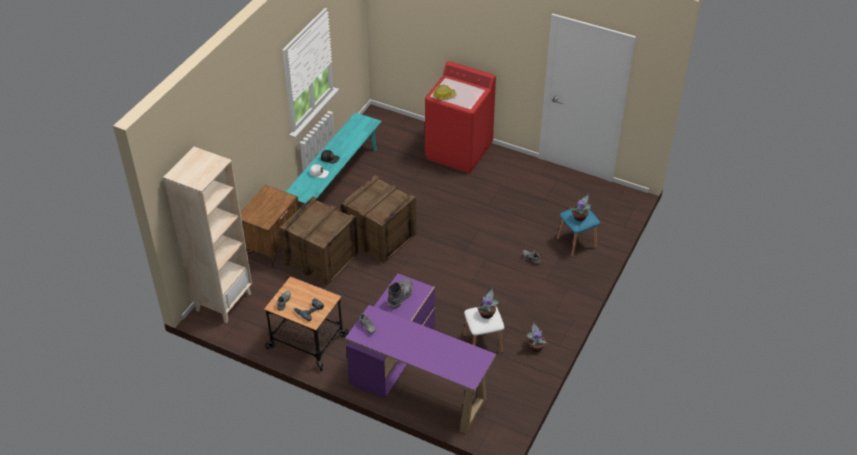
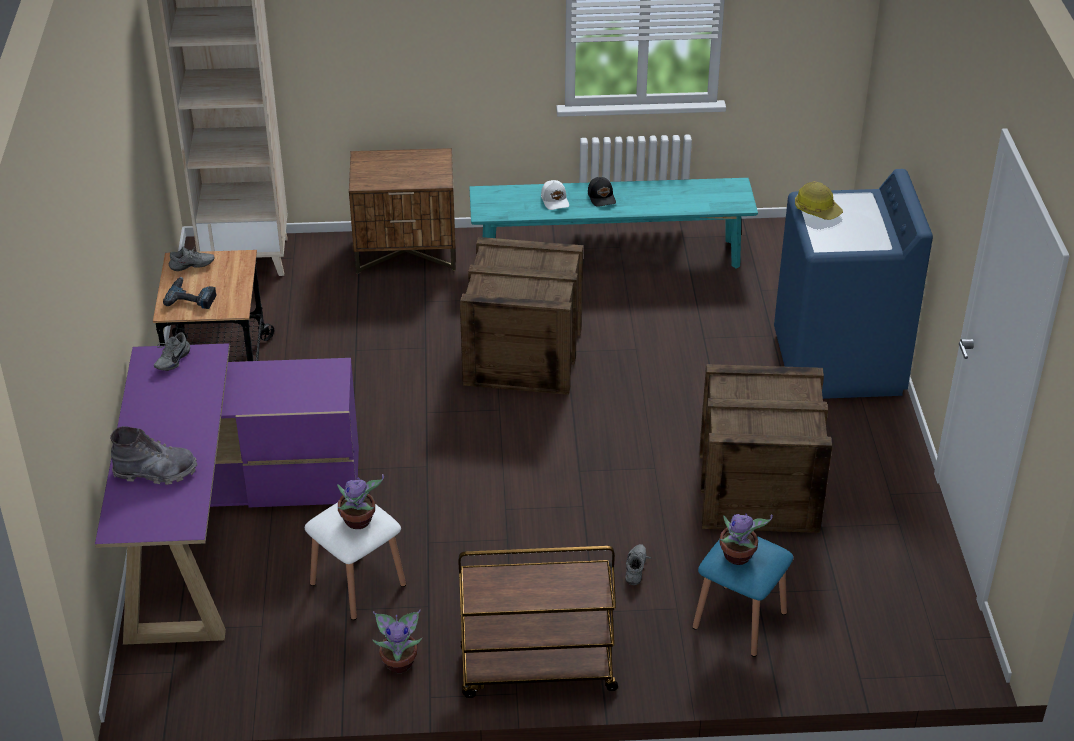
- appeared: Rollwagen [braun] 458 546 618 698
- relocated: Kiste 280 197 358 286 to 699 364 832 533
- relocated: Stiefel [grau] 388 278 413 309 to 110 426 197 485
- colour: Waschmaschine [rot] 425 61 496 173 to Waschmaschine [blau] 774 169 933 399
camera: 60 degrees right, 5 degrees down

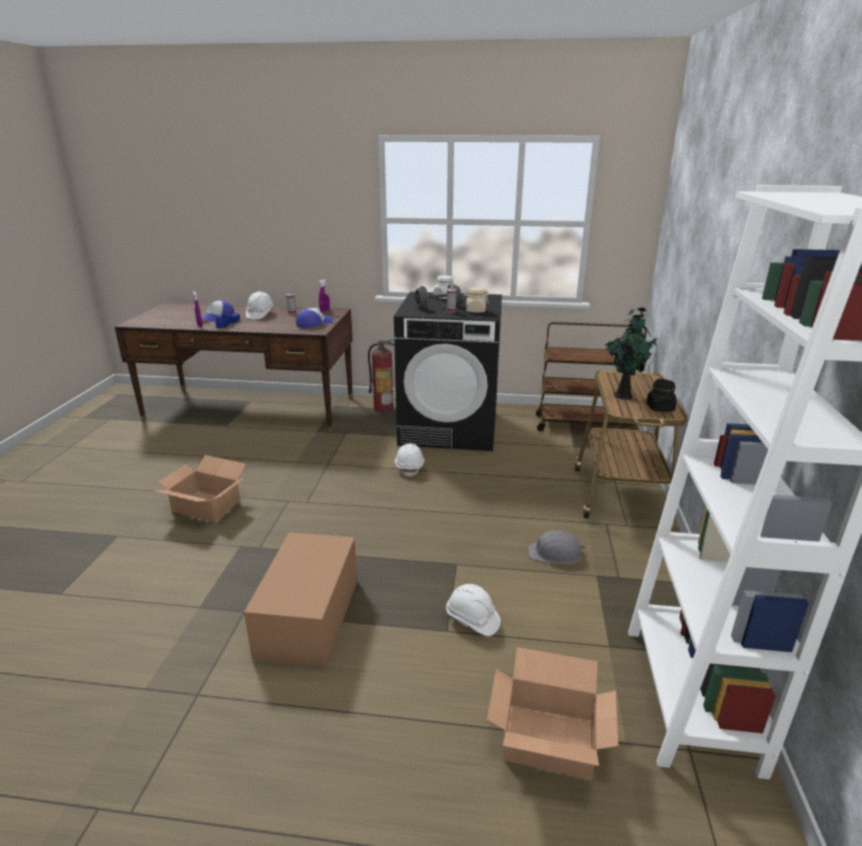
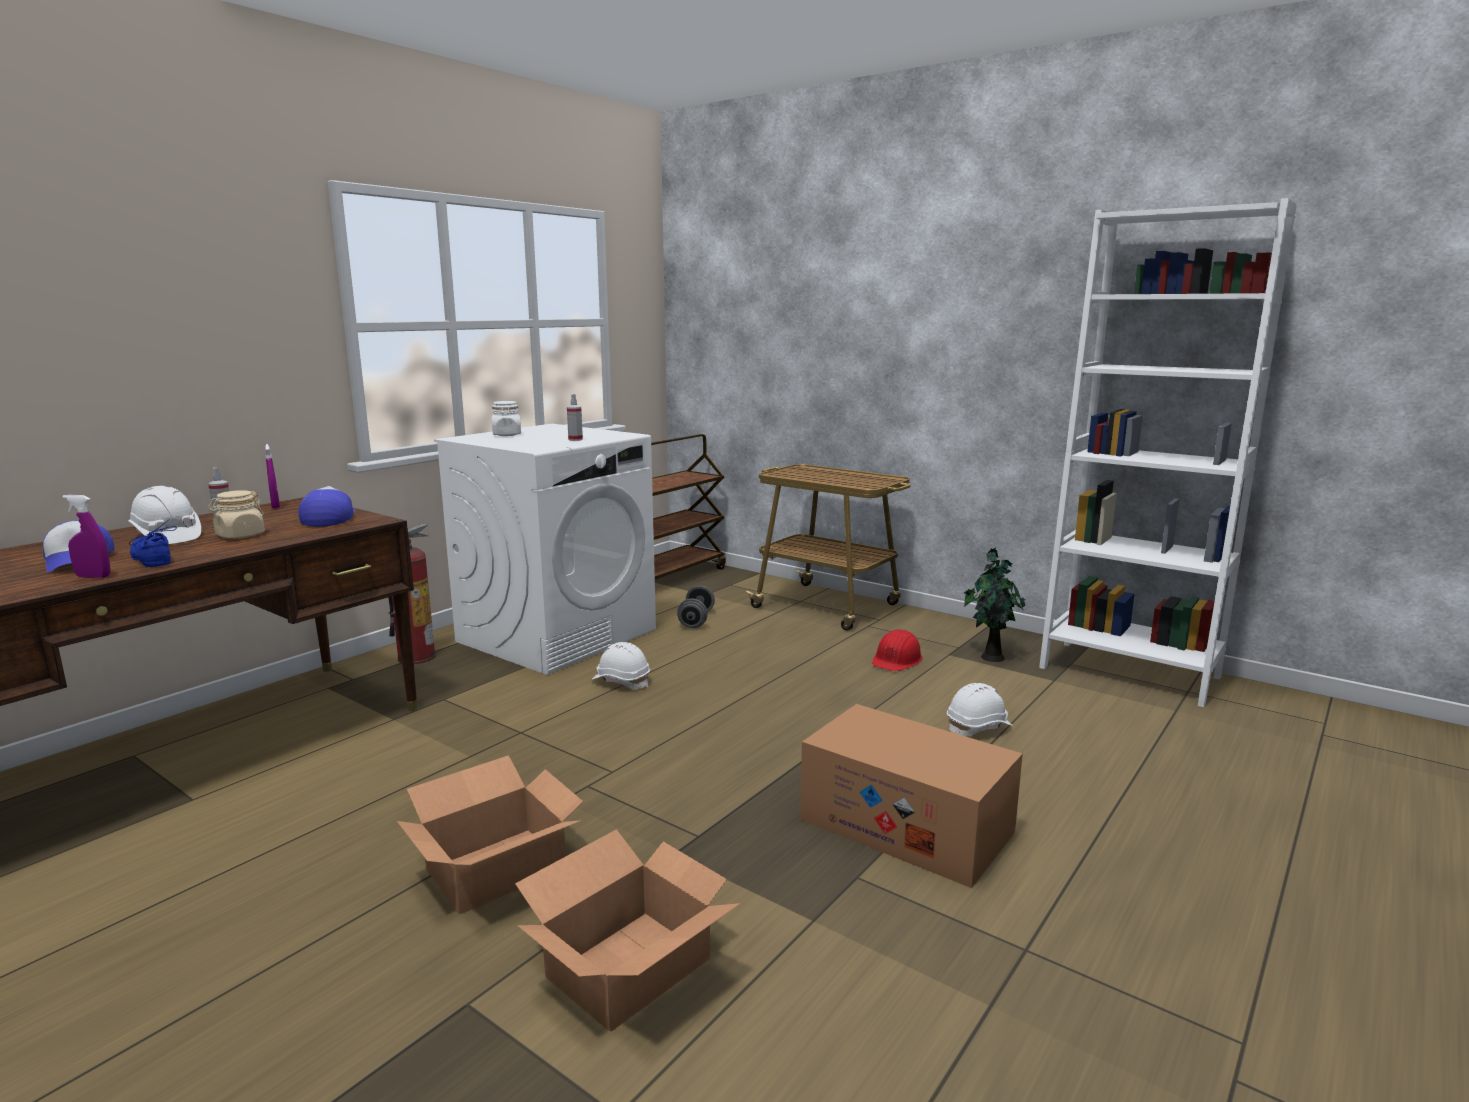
- missing: Vorratsglas [schwarz] 646 379 677 412
- relocated: Hantel [grau] 415 284 461 309 to 677 585 715 628
- relocated: Vorratsglas [beige] 464 287 489 313 to 208 490 265 539
- relocated: Karton 487 647 618 779 to 515 829 740 1032
- relocated: Topfpflanze 605 307 658 400 to 964 547 1026 662
- colour: Waschmaschine [schwarz] 394 292 502 451 to Waschmaschine [weiß] 434 424 656 675
- colour: Schutzhelm [grau] 528 530 585 565 to Schutzhelm [rot] 872 629 922 671
camera: 60 degrees left, 10 degrees down

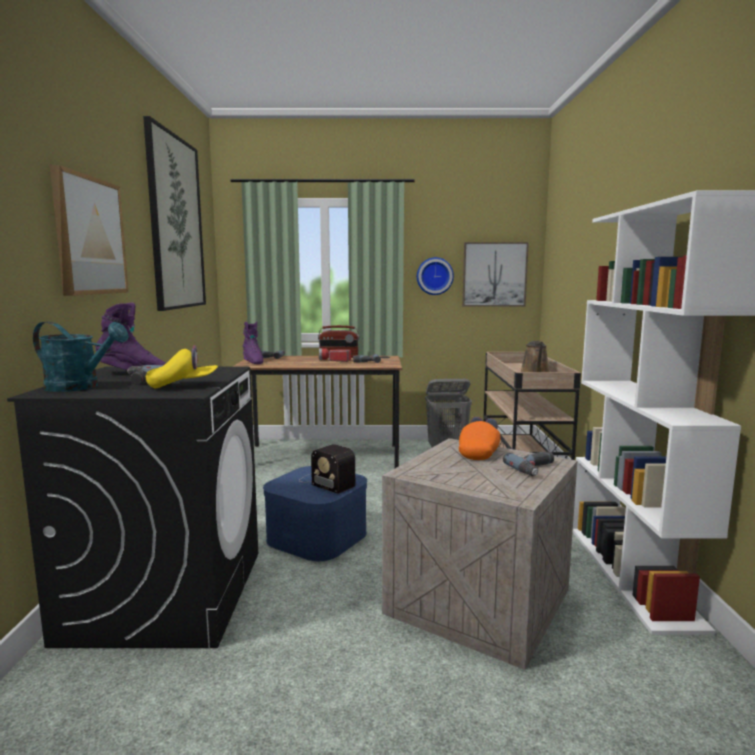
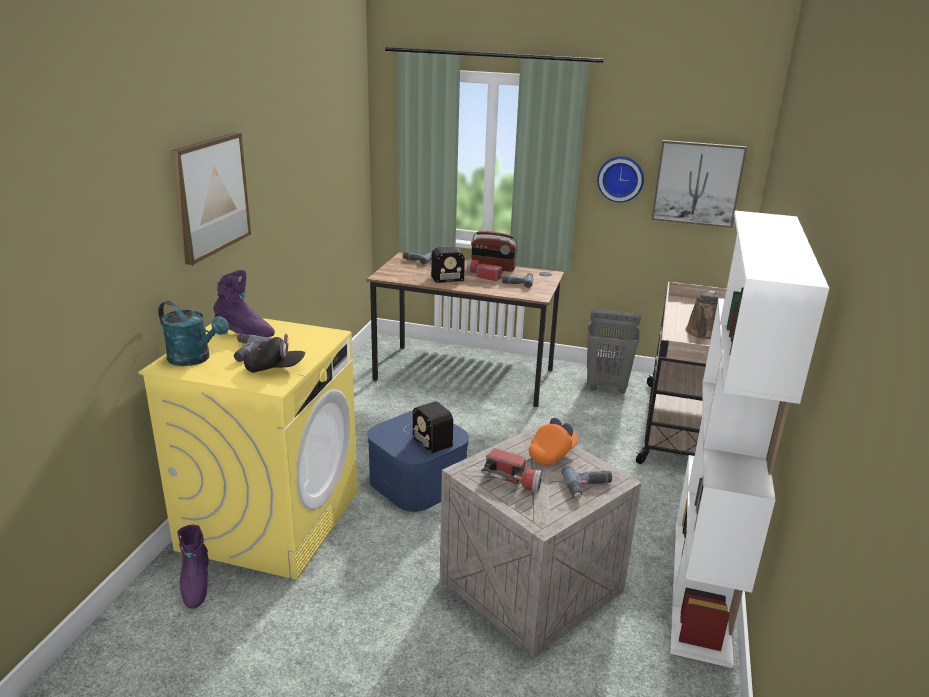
- missing: Bild 143 116 206 311
- appeared: Radio 413 246 465 284
- appeared: Taschenlampe 481 448 542 493
- relocated: Stiefel [lila] 243 322 263 364 to 177 525 209 609
- colour: Waschmaschine [schwarz] 7 366 258 648 to Waschmaschine [gelb] 138 318 358 580
- colour: Kappe [gelb] 146 345 218 389 to Kappe [schwarz] 244 334 305 373
camera: 15 degrees right, 15 degrees up

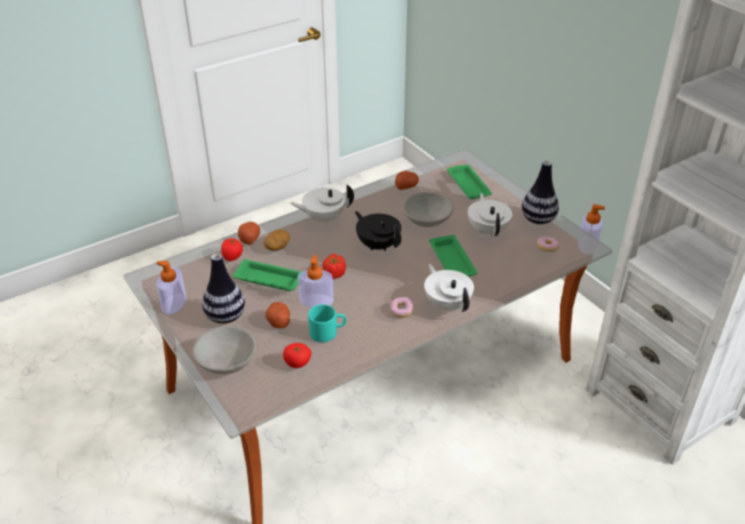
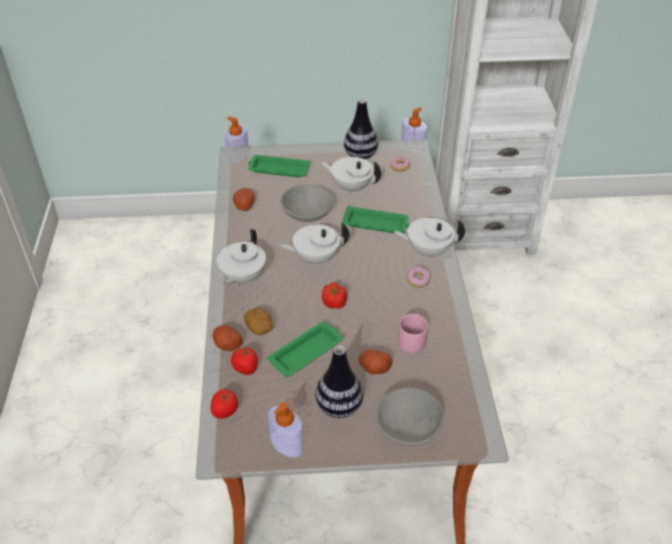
- relocated: Tomate 283 343 311 368 to 211 389 238 419
- relocated: Seifenspender 298 255 333 307 to 224 116 249 164
- colour: Henkelbecher [türkis] 308 304 347 342 to Henkelbecher [rosa] 398 313 428 353
- colour: Teekanne [schwarz] 355 211 401 251 to Teekanne [weiß] 279 223 350 266
camera: 60 degrees left, 5 degrees up

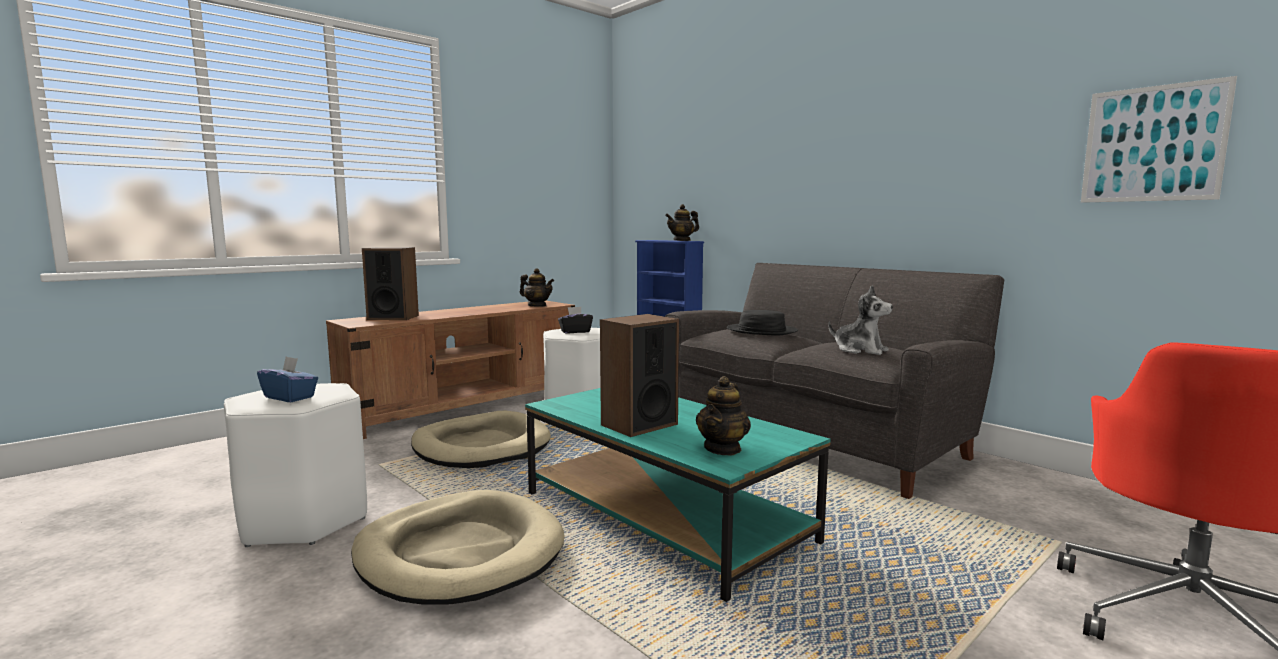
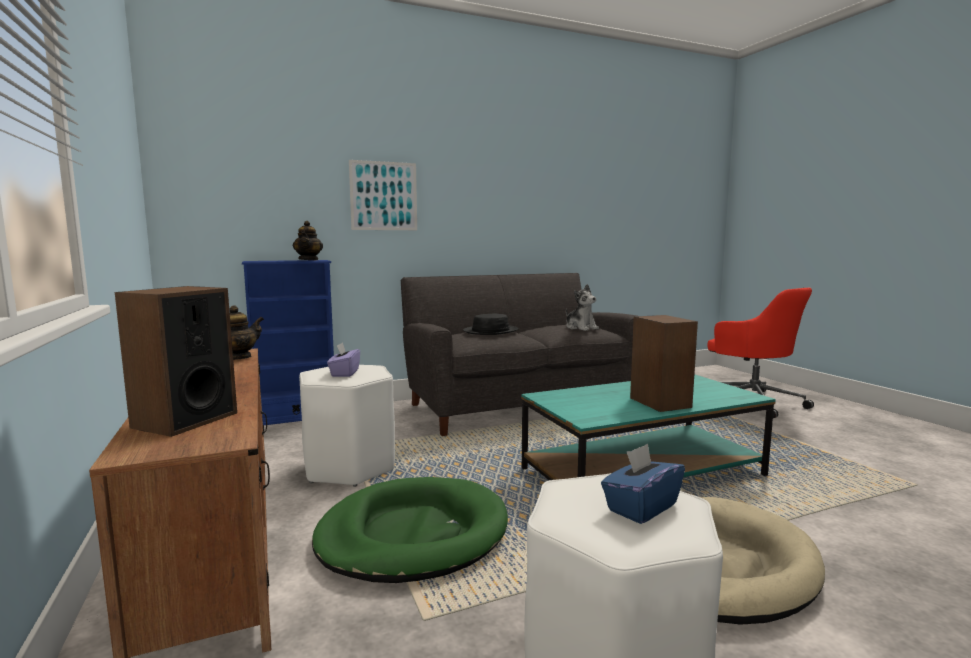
- missing: Teekanne 696 376 751 455
- relocated: Bild 1081 76 1237 203 to 349 160 417 230
- colour: Hundebett [beige] 411 411 551 468 to Hundebett [grün] 312 477 508 583
- colour: Taschentuchbox [schwarz] 558 307 593 333 to Taschentuchbox [lila] 327 342 360 377
- spun: Plüschtier 828 285 893 355 = 566 284 599 331 90 degrees clockwise
camera: 70 degrees left, 0 degrees up

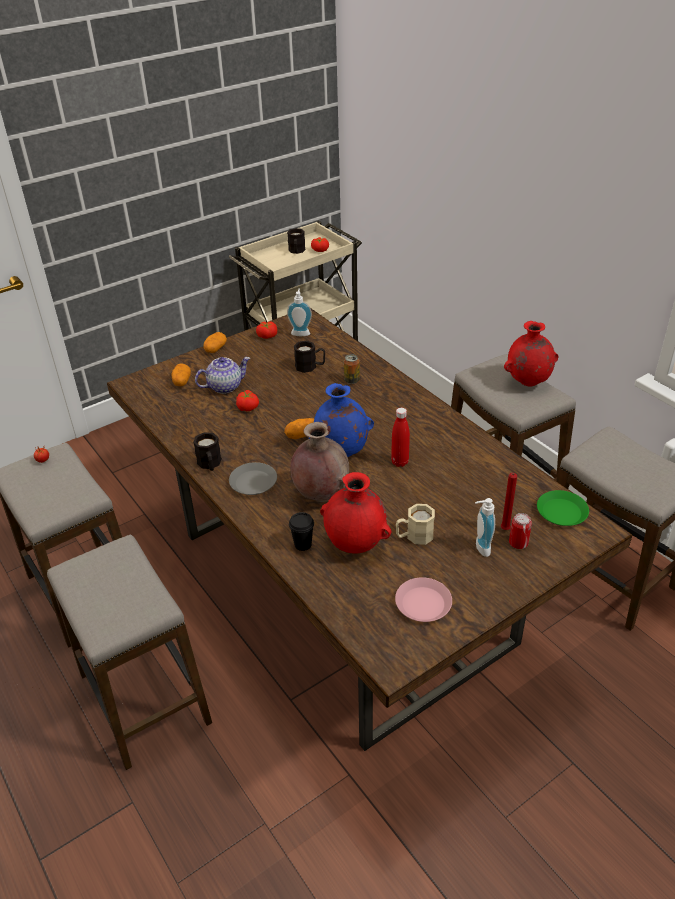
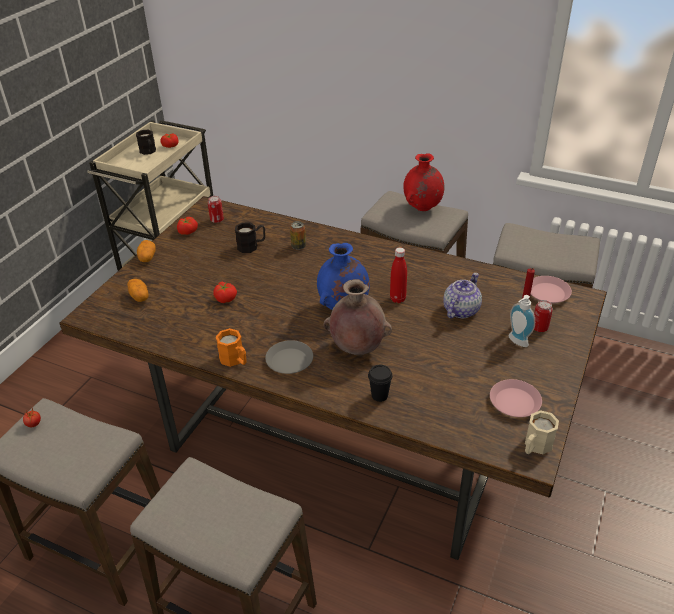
- missing: Kartoffel 284 418 314 439
- missing: Vase [rot] 320 472 392 553
- relocated: Teekanne 195 357 250 394 to 443 273 482 319
- relocated: Henkelbecher [beige] 396 504 435 545 to 525 410 559 454
- exchanged: Seifenspender 287 288 312 336 to Dose 208 196 224 223
- colour: Henkelbecher [schwarz] 193 432 222 471 to Henkelbecher [orange] 216 328 247 367
- colour: Teller [grün] 537 490 589 526 to Teller [rosa] 531 276 572 304
camera: 30 degrees left, 0 degrees up

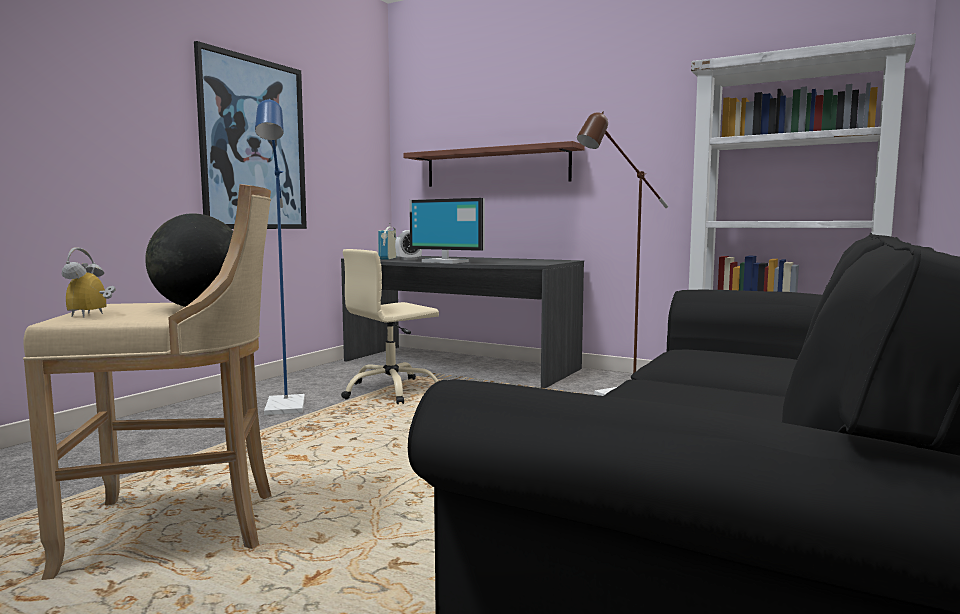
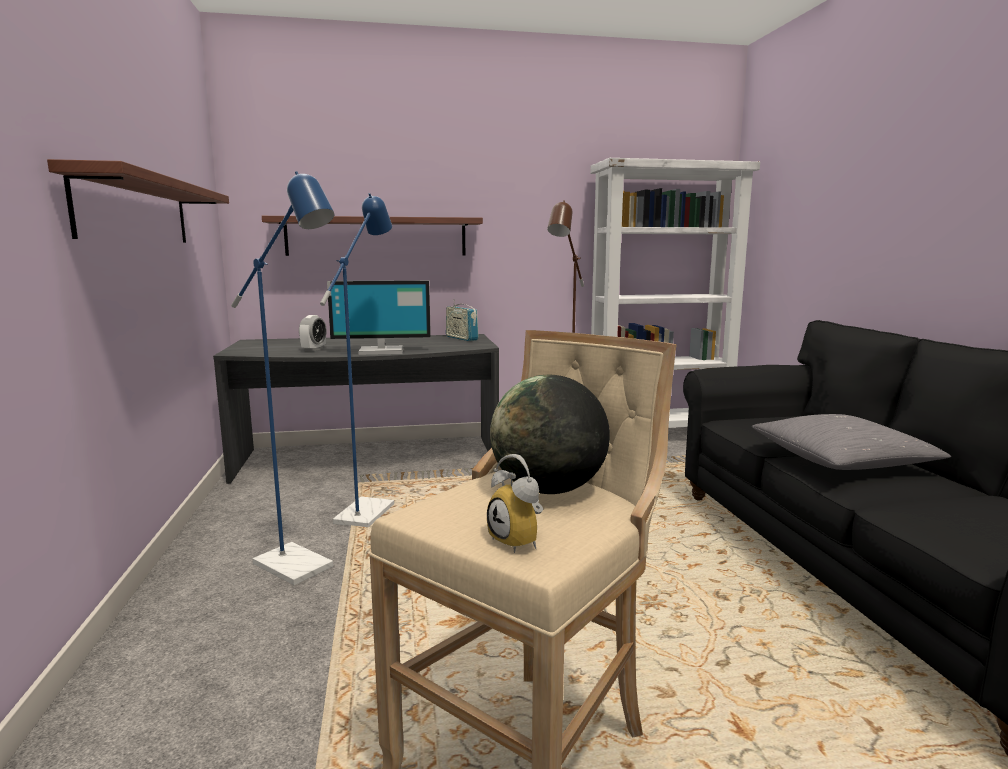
- appeared: Kissen [grau] 752 414 951 470
- relocated: Radio 378 223 397 259 to 446 299 479 341
- exchanged: Bild 194 41 307 229 to Wandregal 47 159 229 243
- exchanged: Bürostuhl [beige] 341 249 439 404 to Stehlampe [blau] 320 193 394 527
camera: 40 degrees left, 5 degrees up

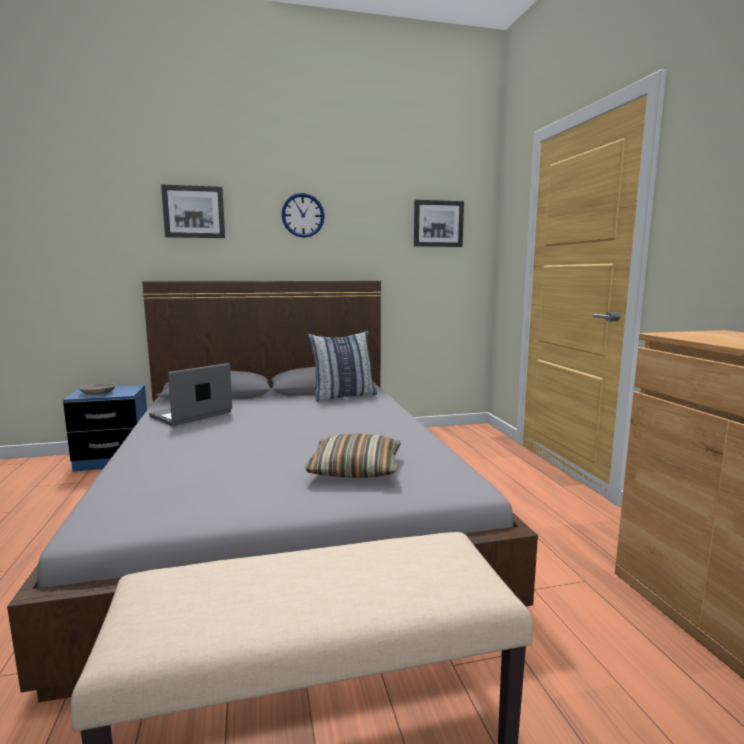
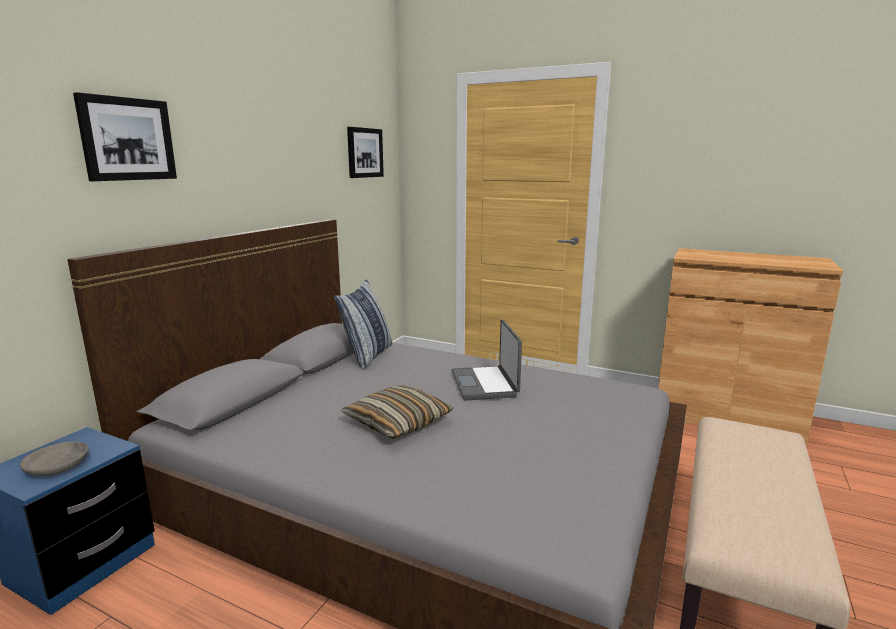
- missing: Wanduhr 281 193 325 238
- relocated: Laptop 149 363 232 426 to 451 320 522 401
- relocated: Kissen 304 434 401 478 to 341 385 453 439
camera: 50 degrees left, 5 degrees up

